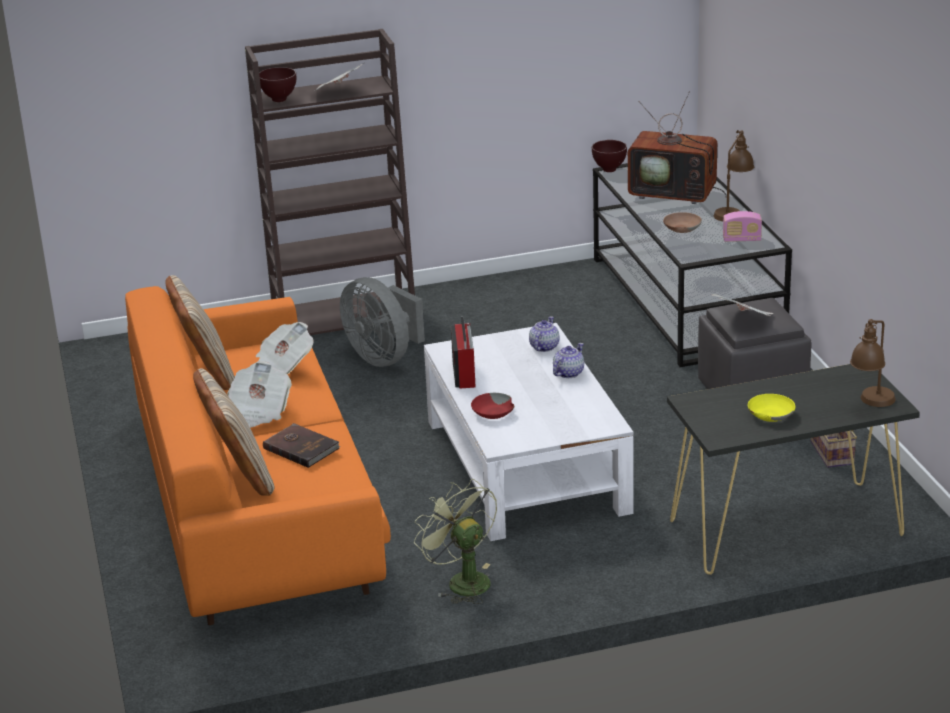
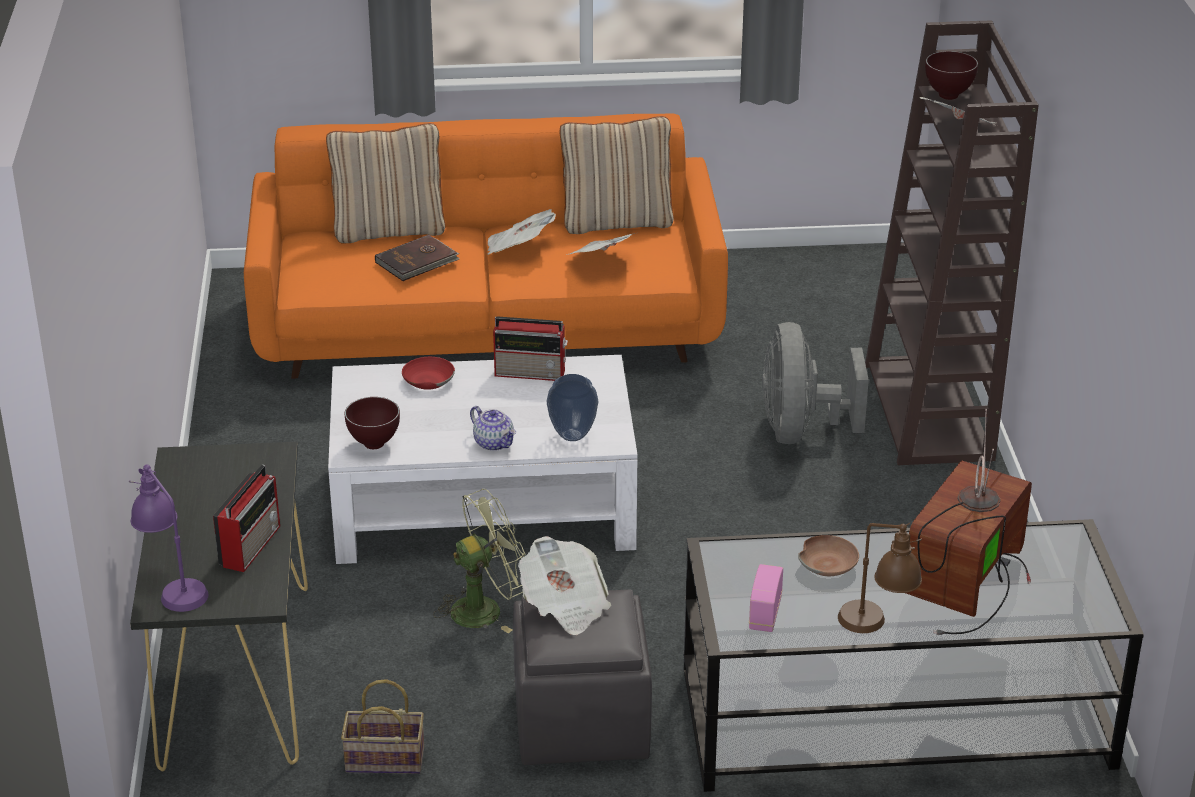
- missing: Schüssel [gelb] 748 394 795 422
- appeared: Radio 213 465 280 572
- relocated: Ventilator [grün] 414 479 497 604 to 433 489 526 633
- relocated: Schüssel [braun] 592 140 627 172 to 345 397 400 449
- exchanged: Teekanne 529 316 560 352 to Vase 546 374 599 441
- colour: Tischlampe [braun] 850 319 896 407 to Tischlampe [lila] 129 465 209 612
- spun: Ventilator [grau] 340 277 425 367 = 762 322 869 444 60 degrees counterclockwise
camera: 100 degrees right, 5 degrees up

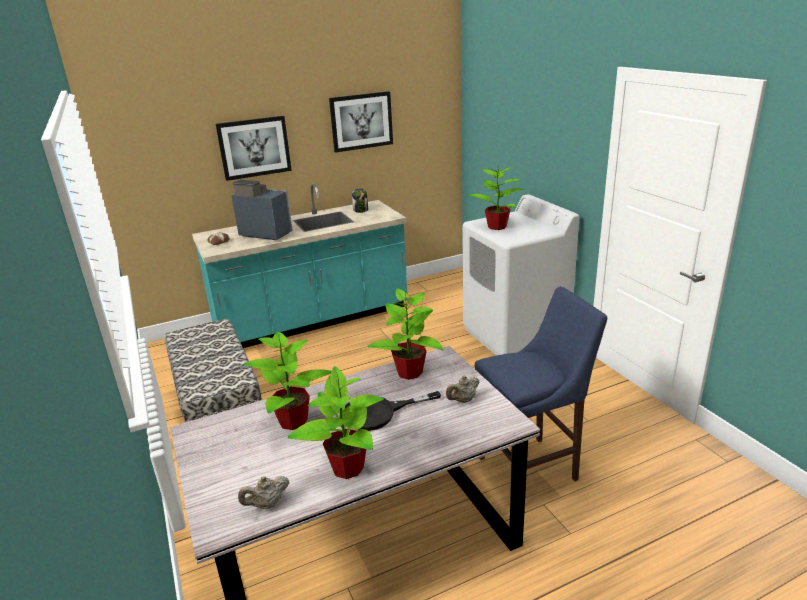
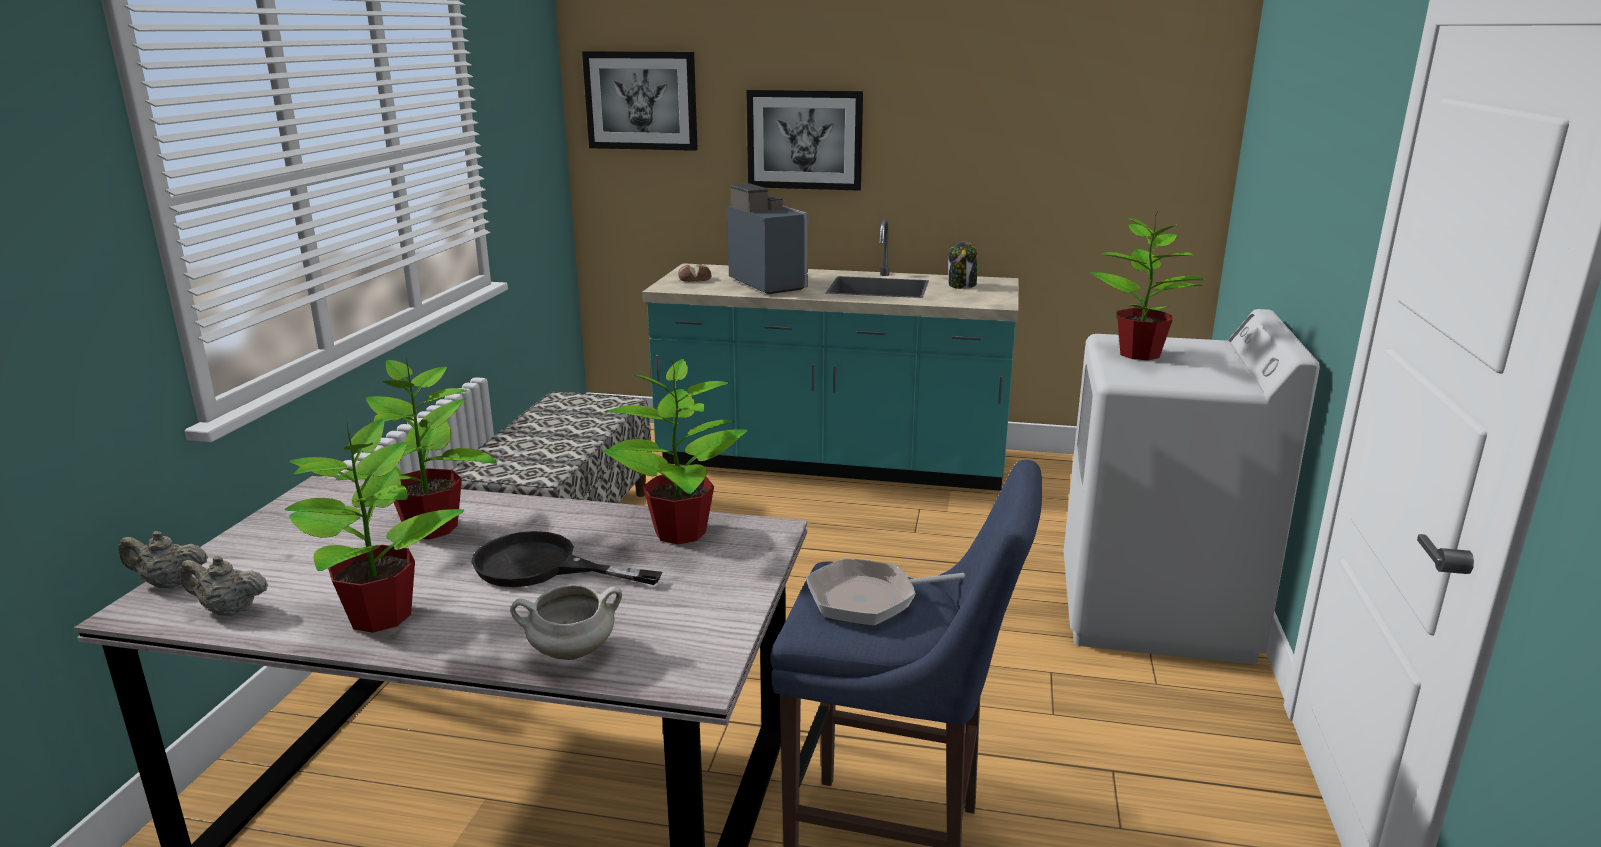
- appeared: Kochtopf [weiß] 511 584 622 660
- appeared: Pfanne 806 558 965 626
- relocated: Bild 329 91 393 153 to 582 51 698 151
- relocated: Teekanne [beige] 446 376 480 403 to 118 531 208 588
camera: 35 degrees right, 5 degrees down

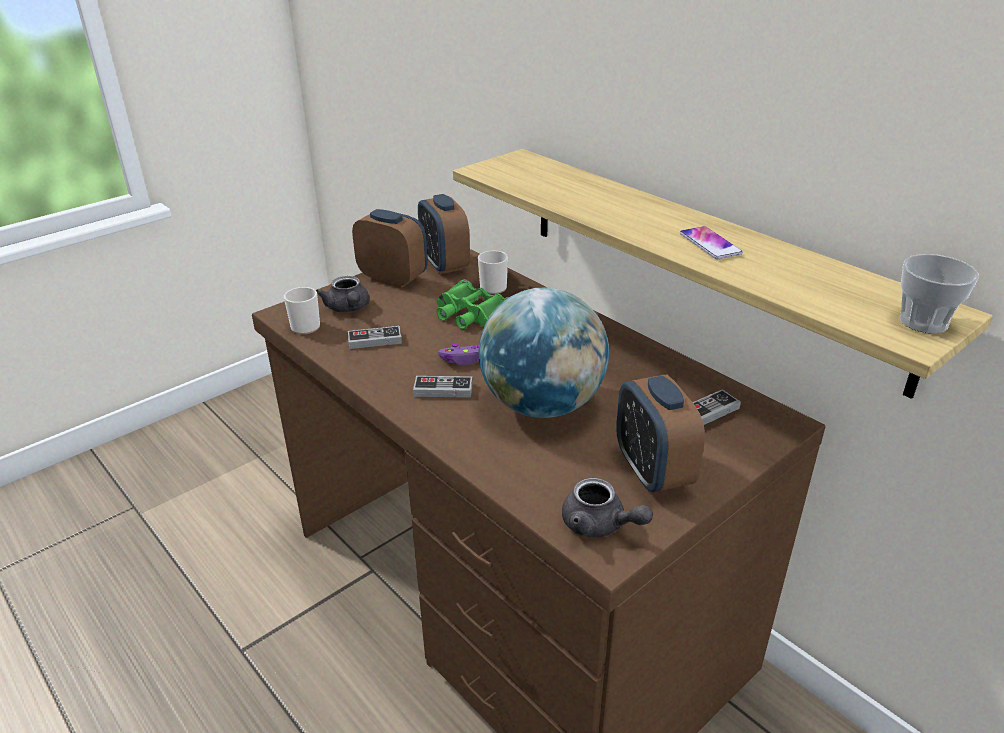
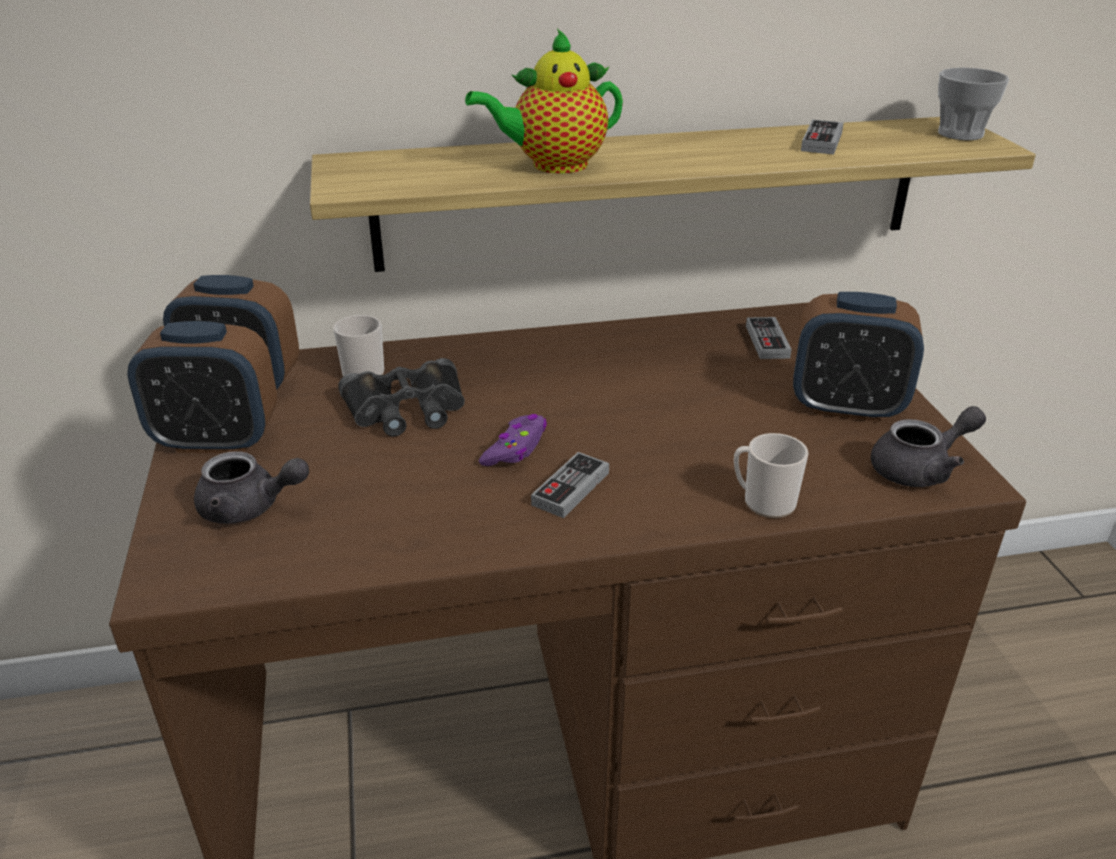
- missing: Globus 479 287 609 418
- missing: Handy 680 226 743 259
- appeared: Teekanne 465 29 623 174
- relocated: Henkelbecher 284 287 320 334 to 734 433 808 518
- relocated: Gamepad 348 326 402 349 to 801 120 844 155
- colour: Fernglas [grün] 436 279 509 329 to Fernglas [schwarz] 338 358 465 437
- spun: Wecker 352 209 428 288 = 127 321 277 453 150 degrees counterclockwise
camera: 60 degrees left, 0 degrees up

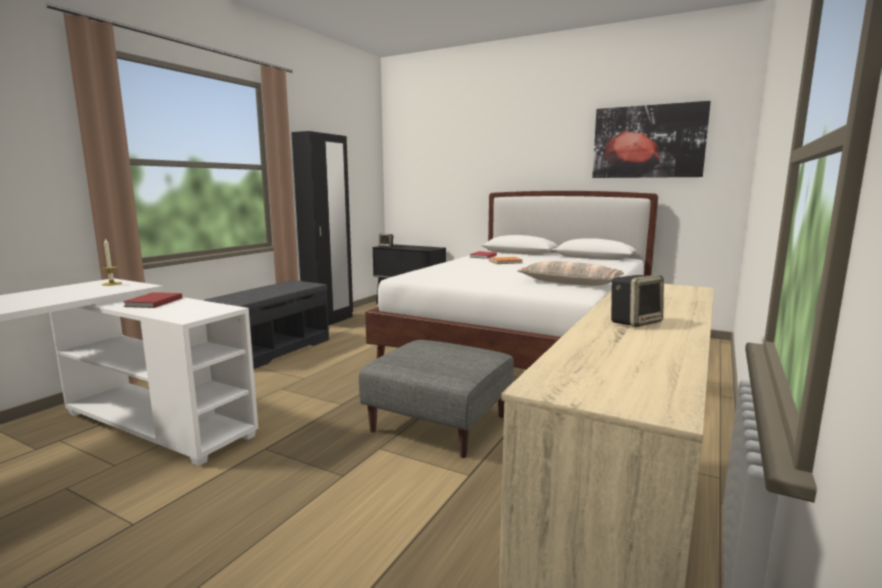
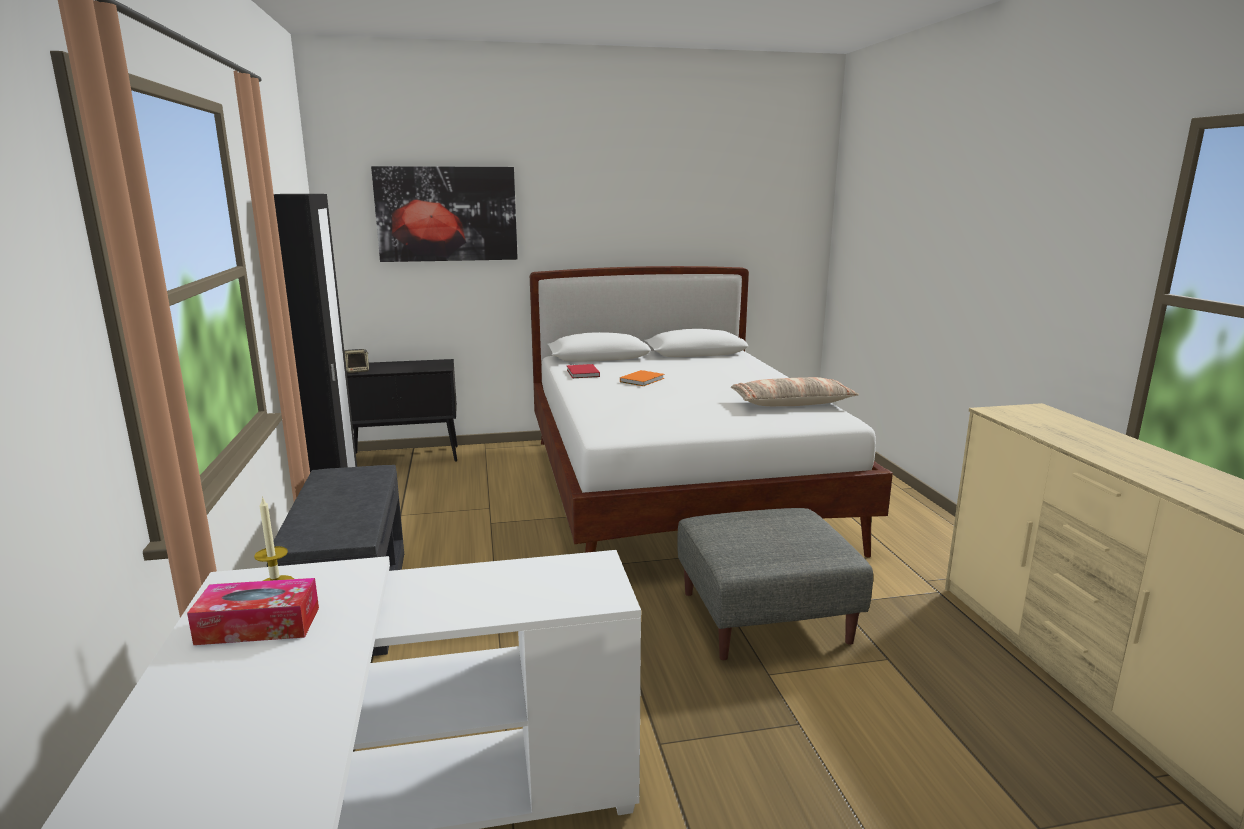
- missing: Buch [rot] 123 292 182 308
- missing: Lautsprecher 611 275 664 327
- appeared: Taschentuchbox 187 578 319 645
- relocated: Bild 592 101 711 178 to 371 166 518 262
camera: 40 degrees left, 5 degrees up

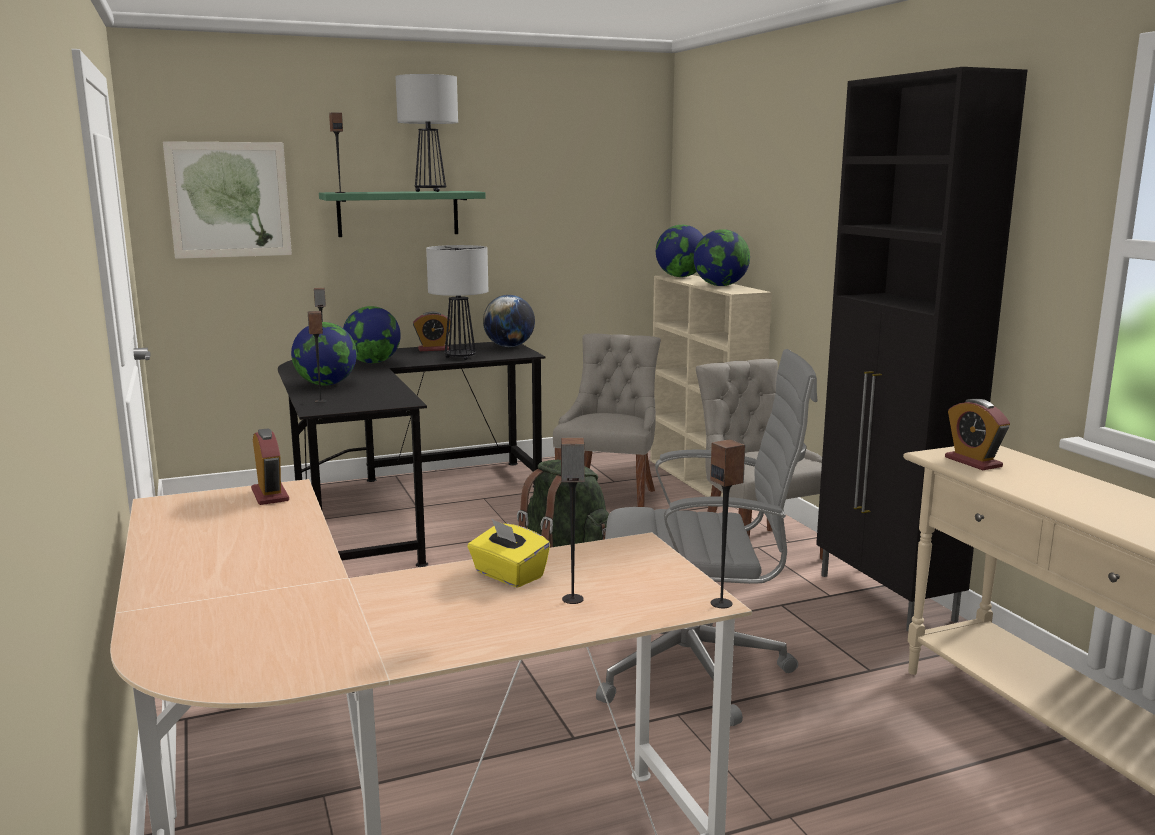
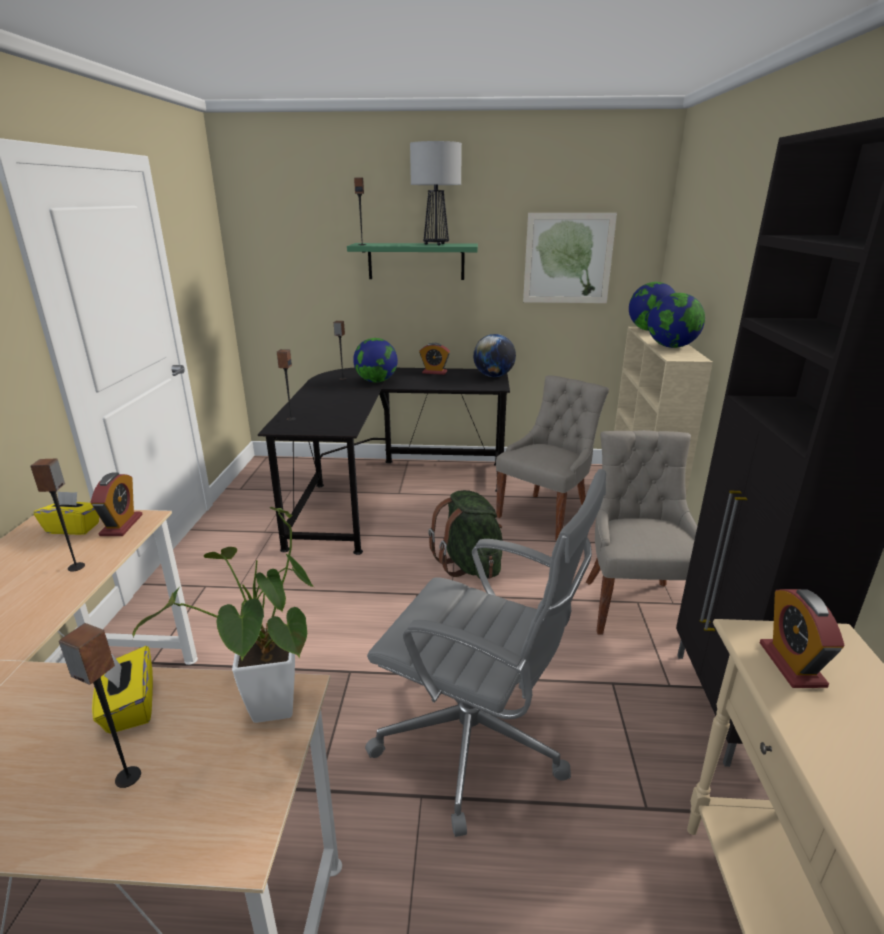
- missing: Globus 291 322 357 386
- missing: Tischlampe 426 245 488 360
- appeared: Taschentuchbox [gelb] 34 491 99 535
- appeared: Topfpflanze 132 507 314 723
- relocated: Bild 163 141 292 259 to 523 213 617 303
- relocated: Lautsprecher 710 439 745 608 to 30 459 85 571
camera: 25 degrees right, 10 degrees up

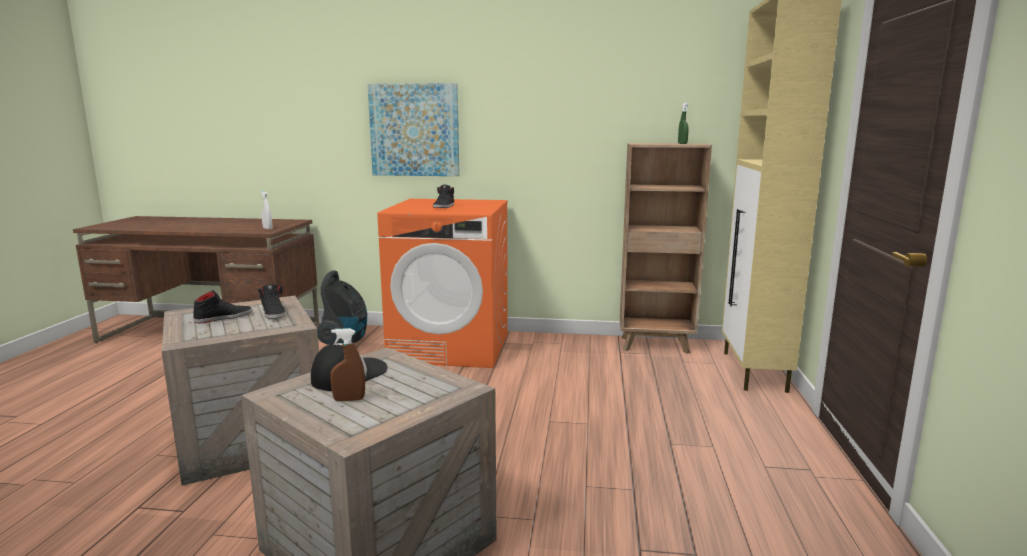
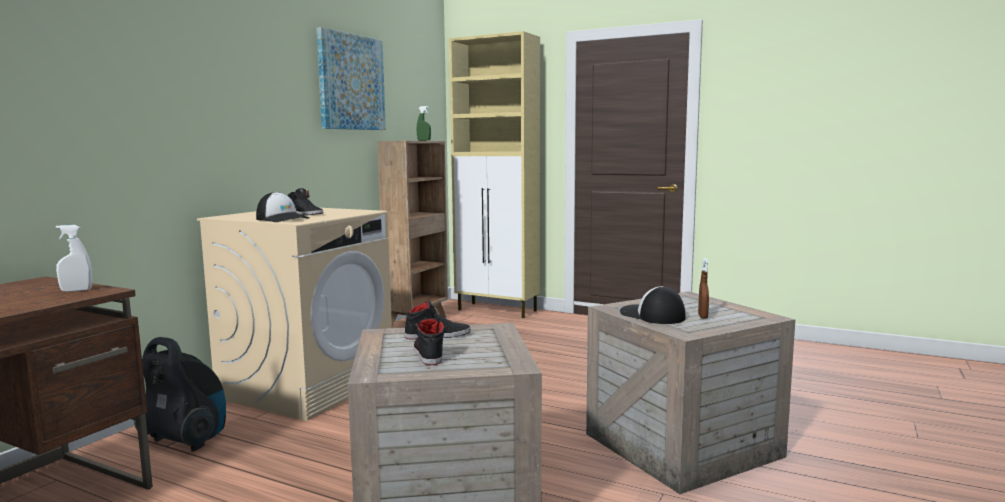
- appeared: Kappe 256 192 310 222
- relocated: Bild 367 83 460 176 to 316 27 386 130
- colour: Waschmaschine [orange] 377 199 508 368 to Waschmaschine [beige] 197 208 392 421
camera: 70 degrees left, 5 degrees down

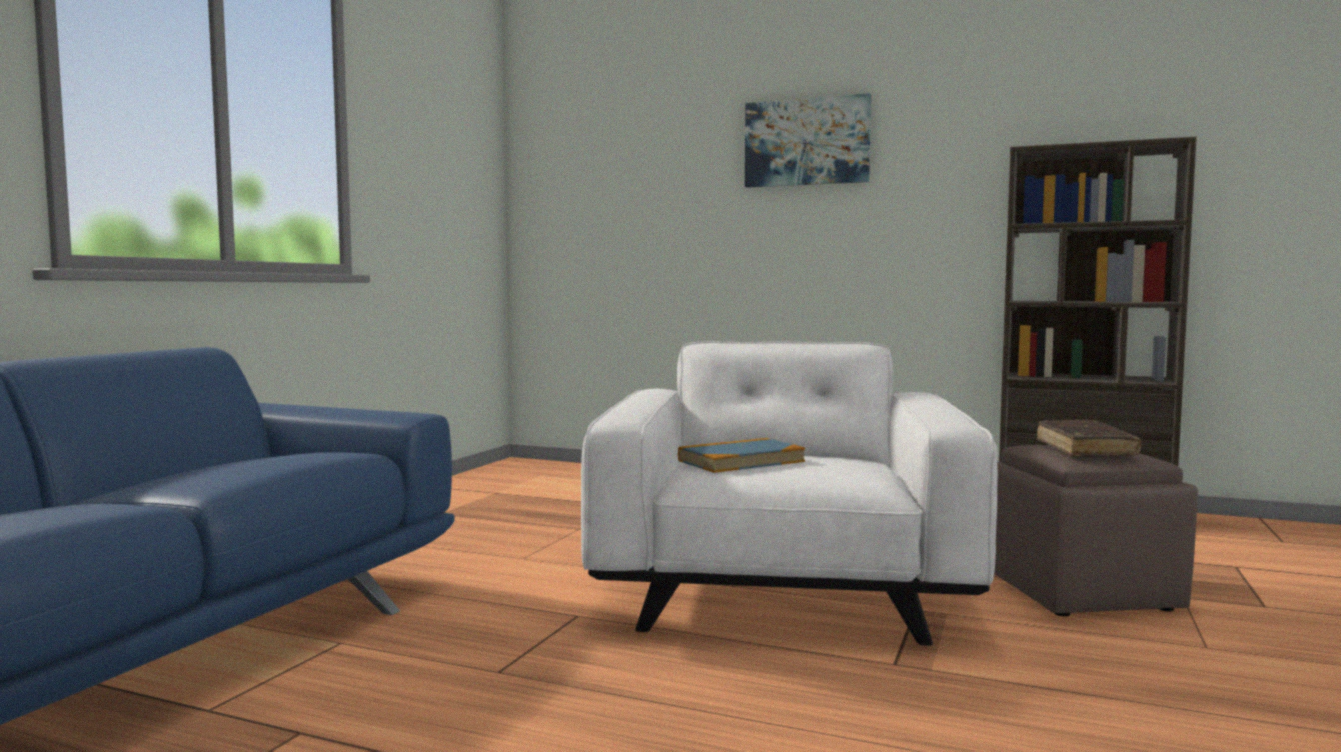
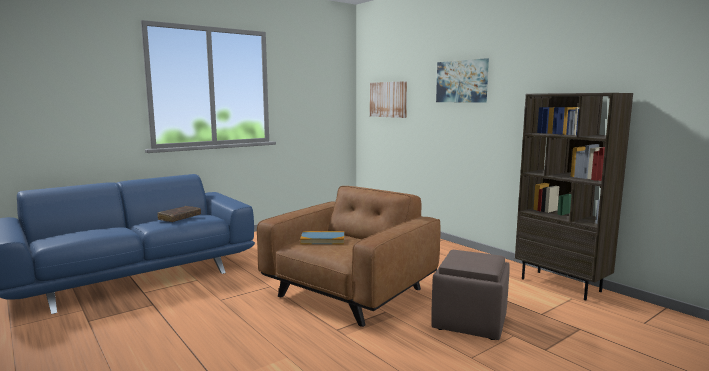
- appeared: Bild 370 81 407 118
- relocated: Buch [braun] 1037 420 1141 457 to 157 206 201 222
- colour: Sessel [weiß] 581 341 998 646 to Sessel [braun] 257 186 441 327
camera: 30 degrees right, 5 degrees up

